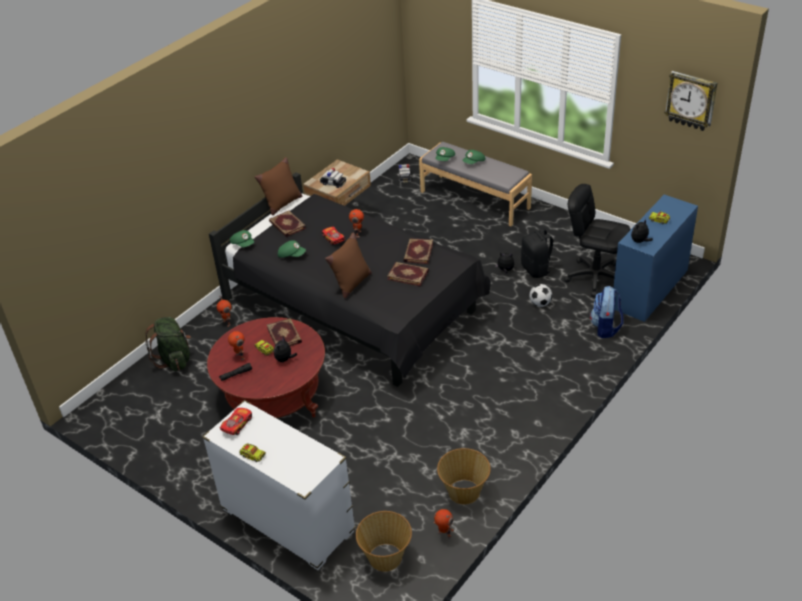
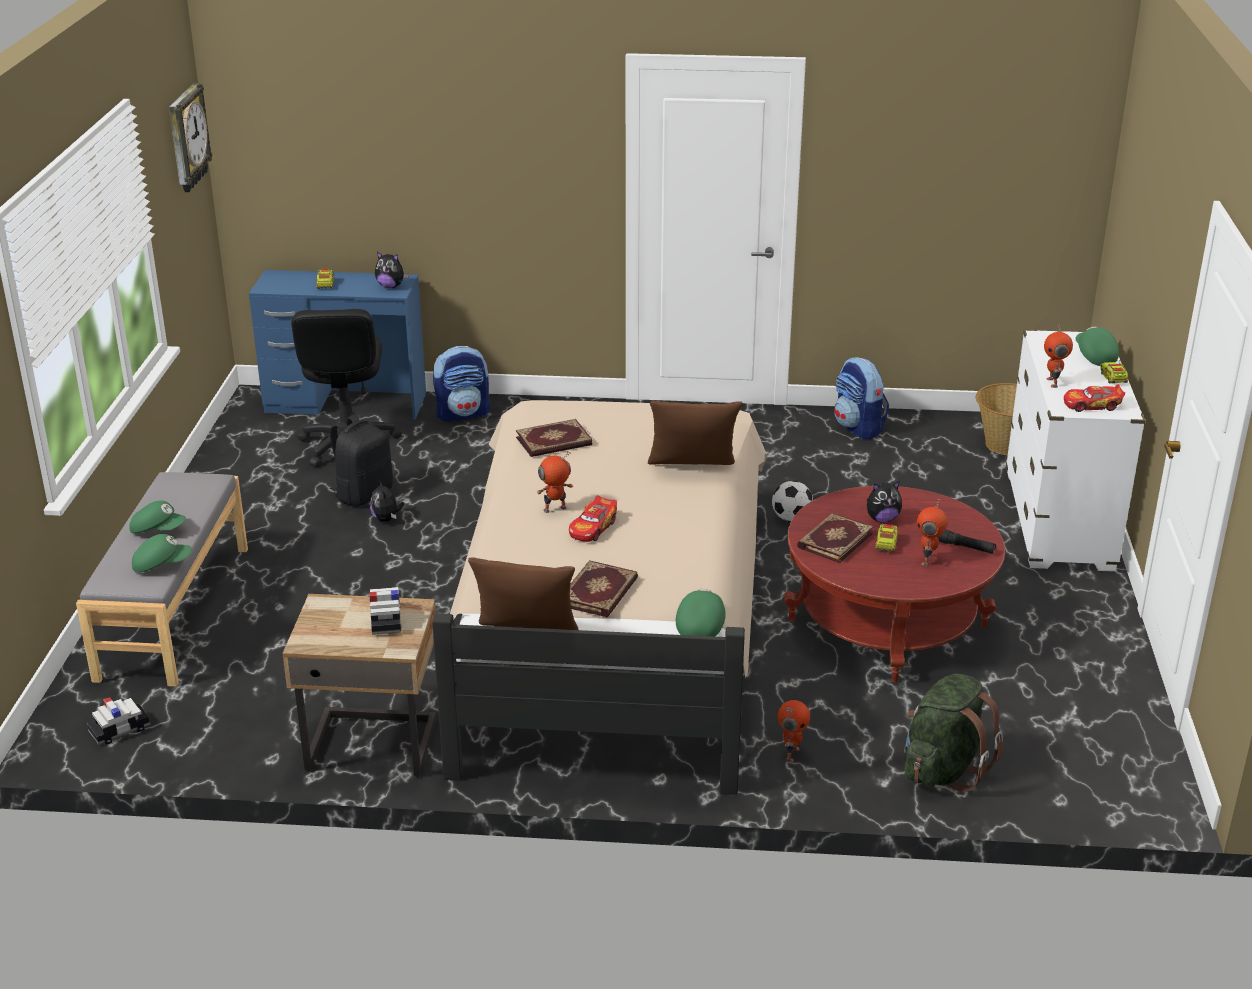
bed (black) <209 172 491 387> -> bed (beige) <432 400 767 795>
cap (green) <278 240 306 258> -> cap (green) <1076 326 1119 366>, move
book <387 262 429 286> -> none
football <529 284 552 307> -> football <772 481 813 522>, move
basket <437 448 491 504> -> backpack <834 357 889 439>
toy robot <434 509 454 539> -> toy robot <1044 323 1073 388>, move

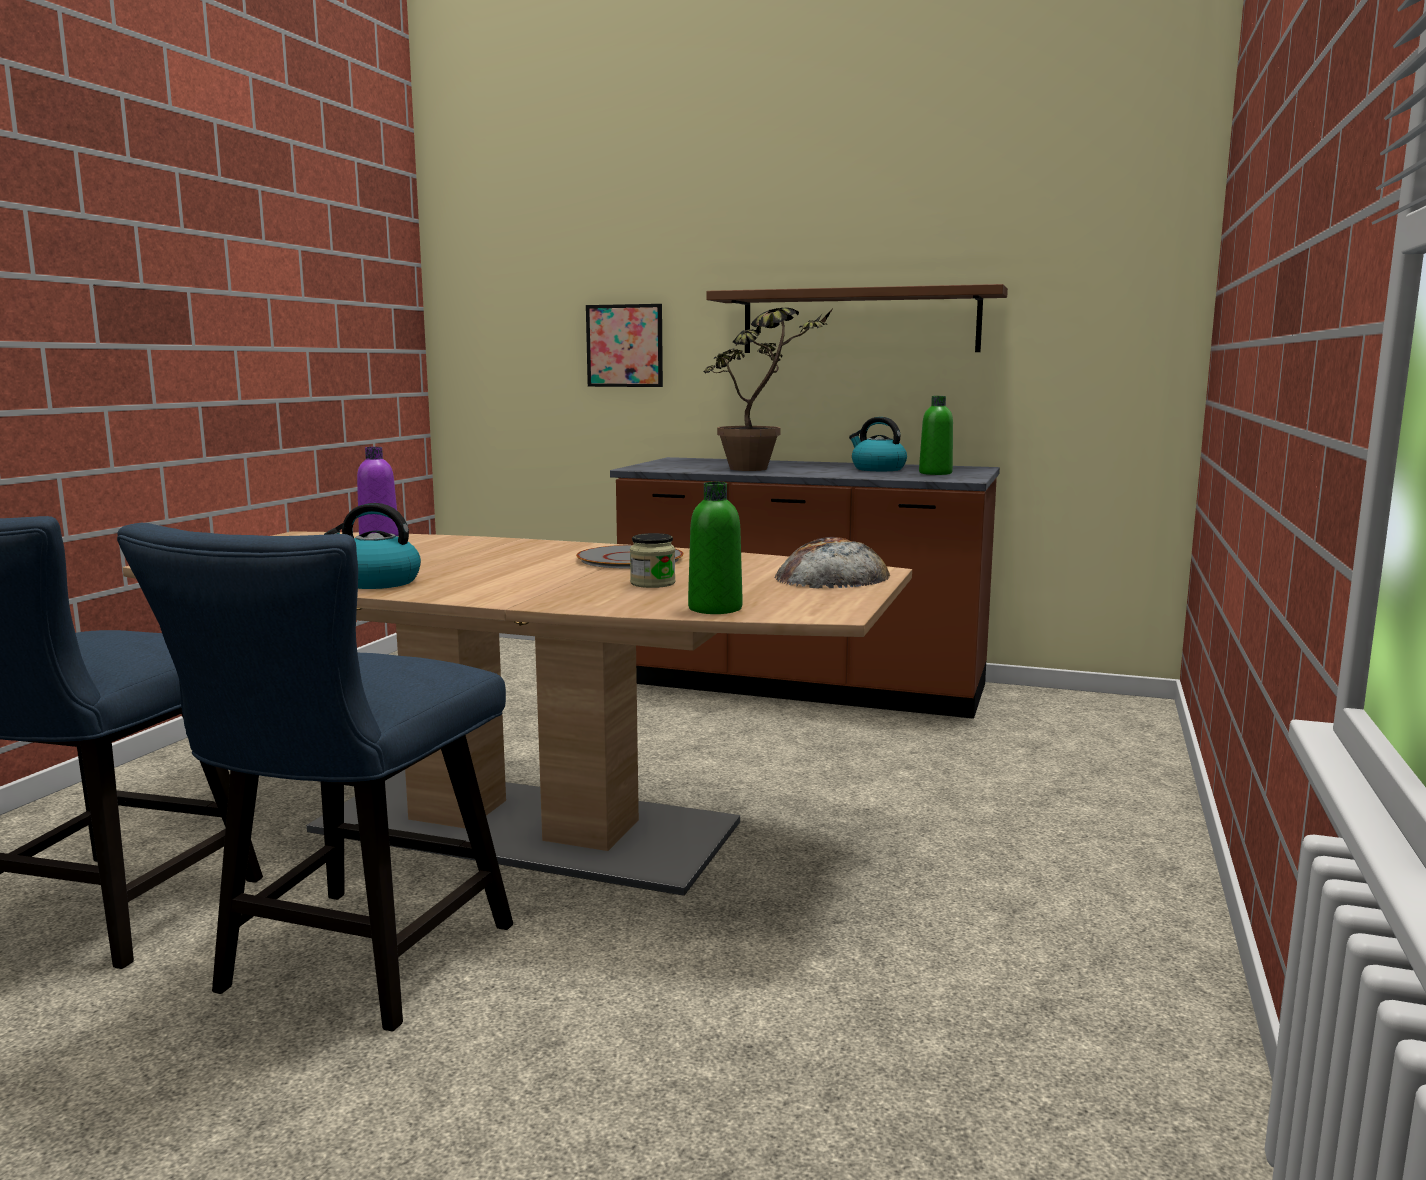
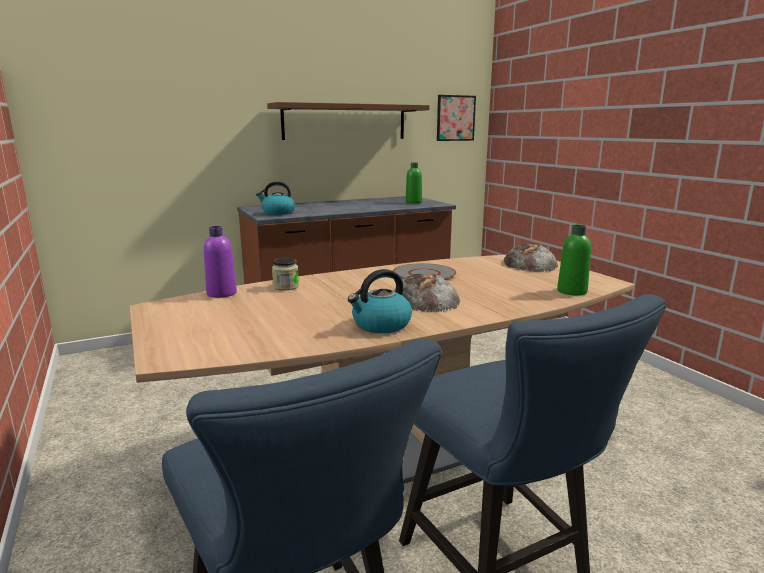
picture <586 304 663 387> -> picture <437 95 476 141>, move
potted plant <704 308 832 471> -> none
kettle <849 417 907 471> -> kettle <256 181 295 215>, move
jar <630 533 675 588> -> jar <272 258 299 290>, move
none -> bread <394 274 460 312>

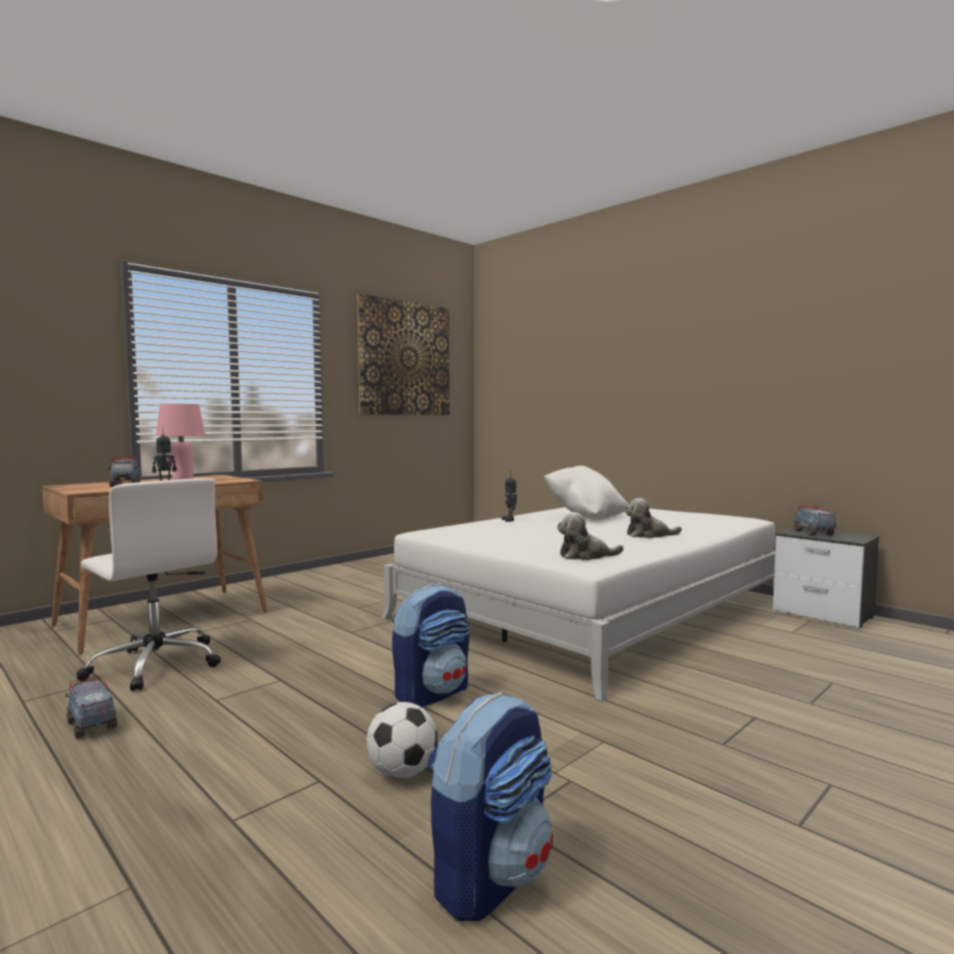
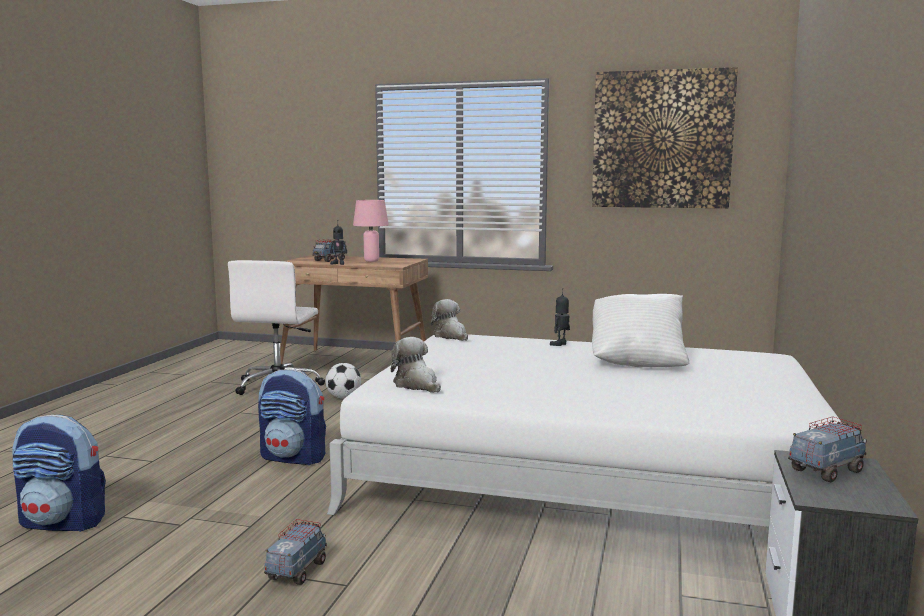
plush toy <625 498 682 538> -> plush toy <431 299 468 341>, move
toy truck <65 675 117 738> -> toy truck <264 519 327 585>, move
football <366 702 438 779> -> football <325 363 361 399>, move

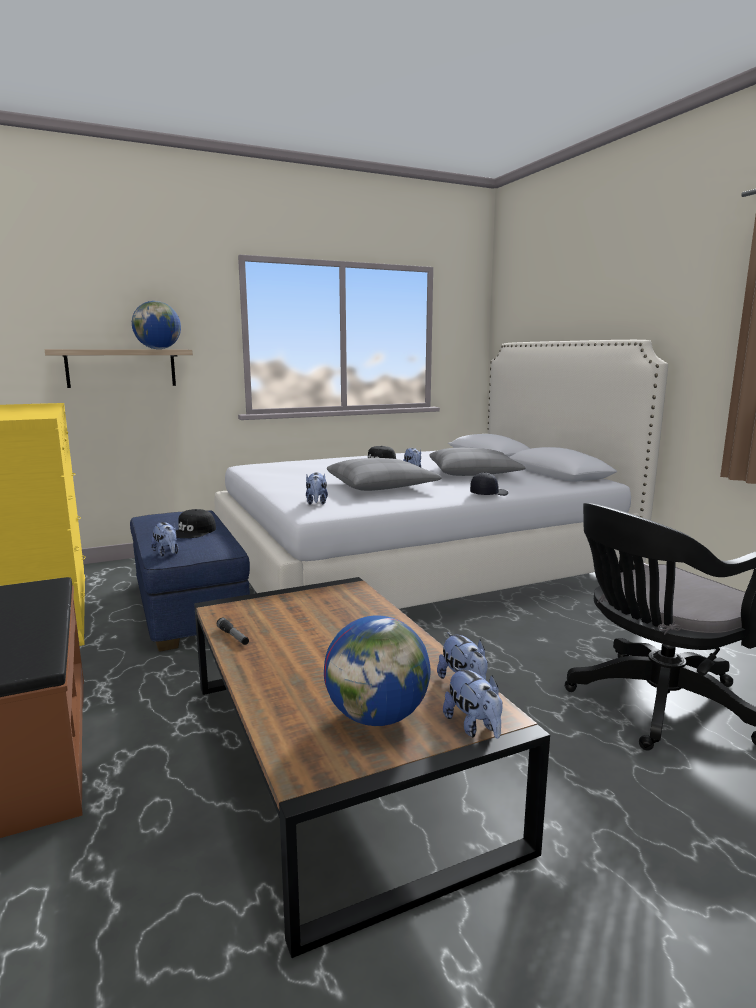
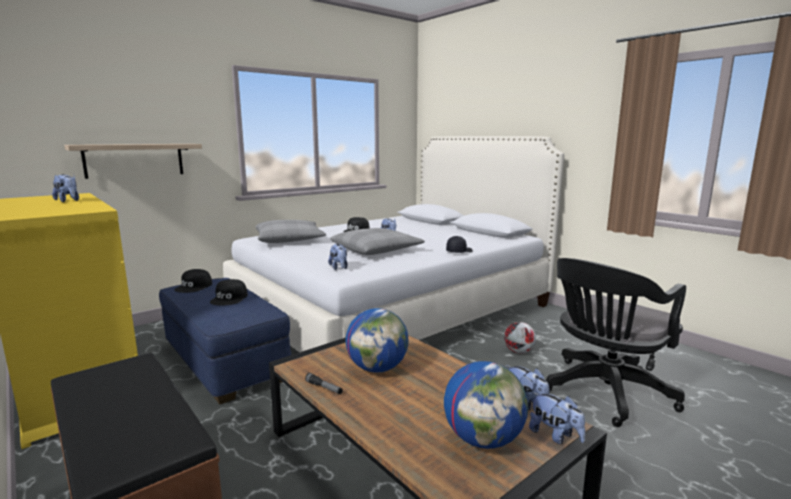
globe <132 301 181 349> -> globe <346 308 408 373>, move
pillow (grey) <429 448 525 476> -> pillow (grey) <255 220 326 243>, move
plush toy <151 522 178 557> -> plush toy <52 173 79 202>, move
none -> cap (black) <174 269 212 293>
none -> football <504 322 536 353>

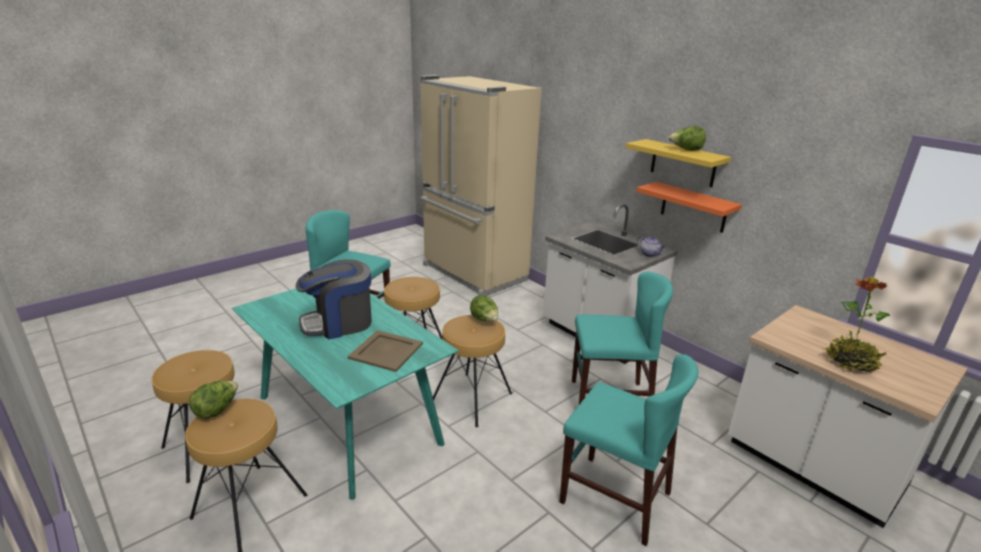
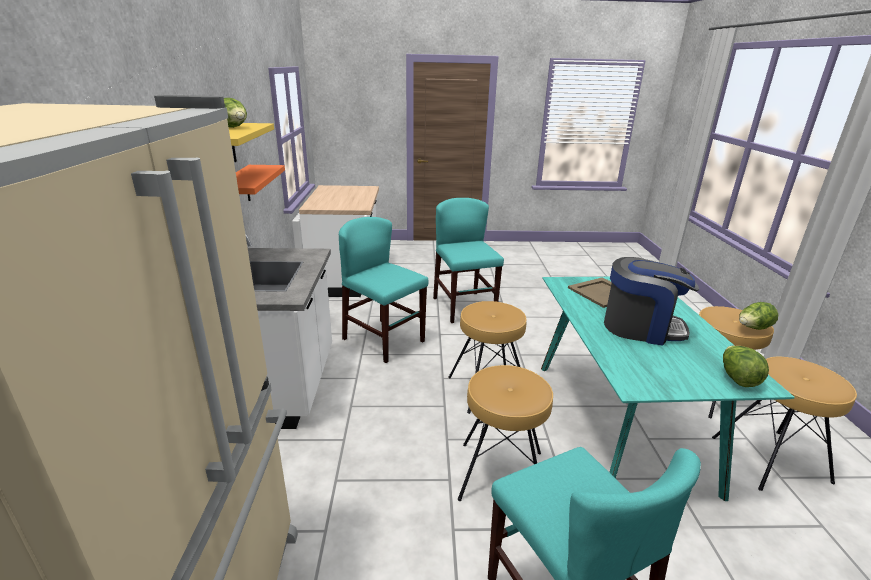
teapot <637 236 666 257> -> none
potted plant <825 277 890 372> -> none
lettuce <470 295 498 322> -> lettuce <723 346 769 387>, move

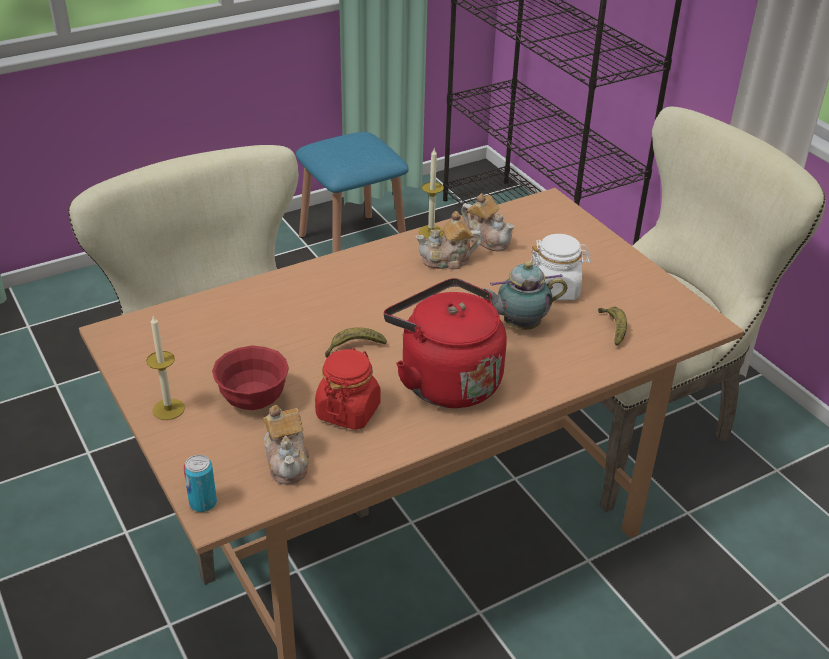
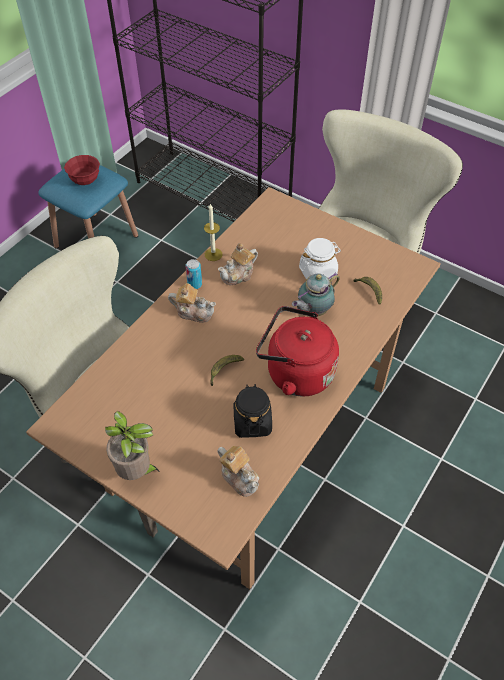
teapot <461 193 515 251> -> teapot <168 283 216 323>, move
candle <146 315 185 420> -> potted plant <105 411 160 480>
bowl (red) <212 345 289 410> -> bowl (red) <64 155 100 185>, move
jar (red) <315 348 381 430> -> jar (black) <233 384 272 438>
can <184 455 217 512> -> can <186 259 202 289>, move

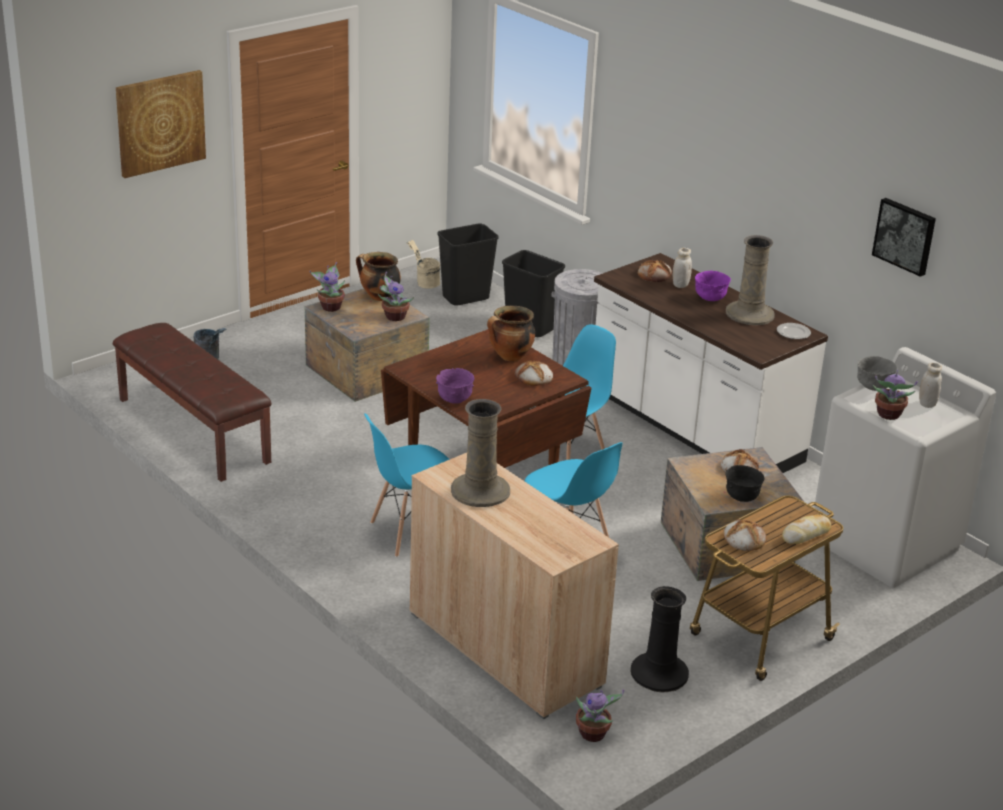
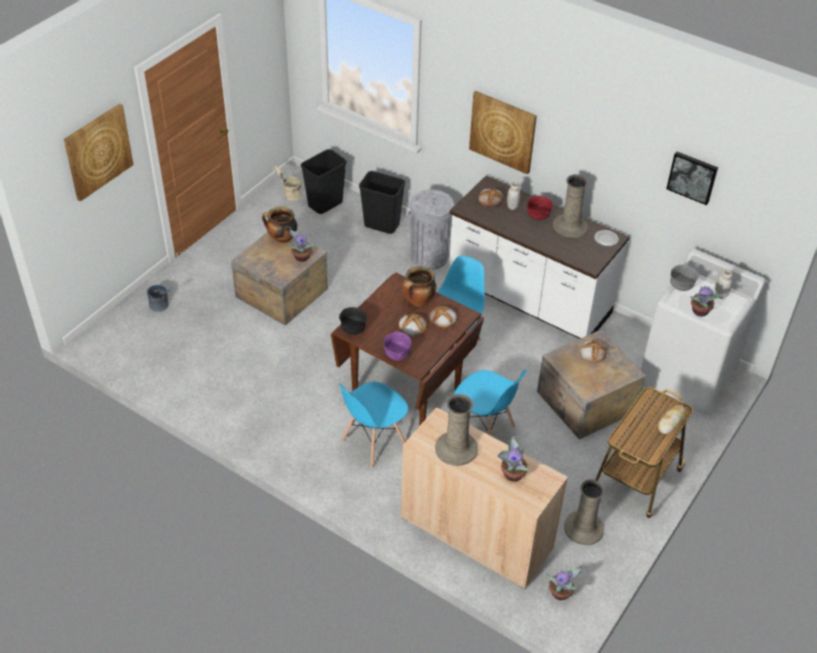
potted plant <310 262 345 312> -> potted plant <497 434 531 482>, move
bowl (purple) <695 271 731 301> -> bowl (red) <527 196 553 220>
bench (brown) <113 323 271 482> -> none
bowl (black) <725 465 765 502> -> bowl (black) <339 307 367 335>, move
bread <723 519 767 551> -> bread <399 313 427 336>, move
vase (black) <630 586 689 692> -> vase (beige) <564 480 605 545>
none -> picture <469 91 537 175>

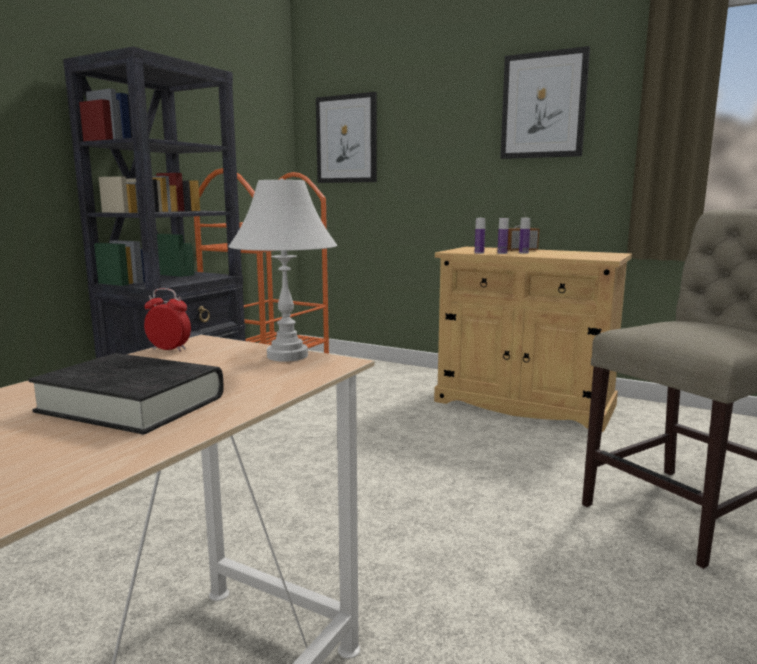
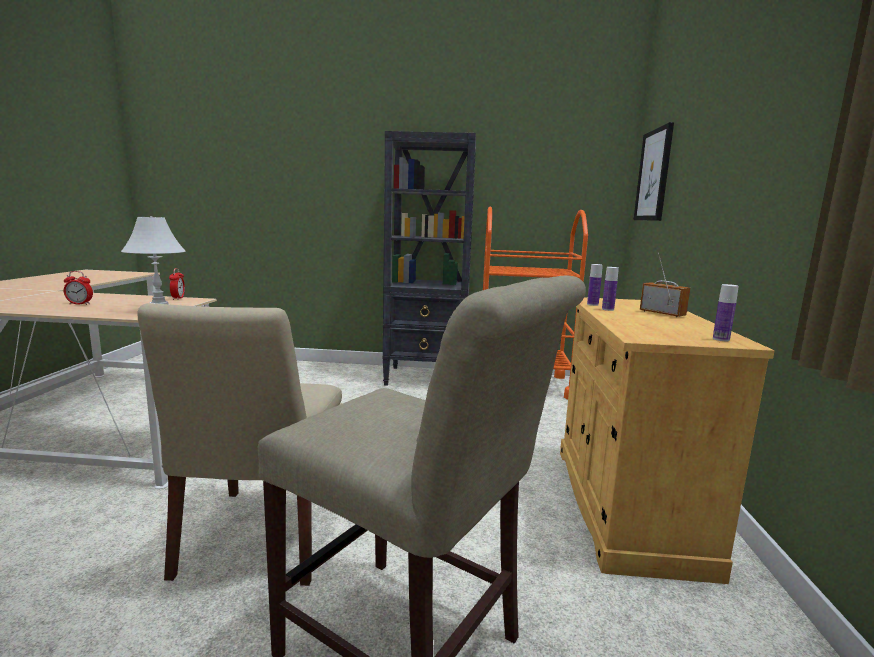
picture <500 46 590 159> -> none
bottle <519 218 530 254> -> bottle <713 284 739 341>, move
book (black) <28 353 224 435> -> alarm clock <64 271 93 305>
none -> chair (beige) <137 303 342 586>

